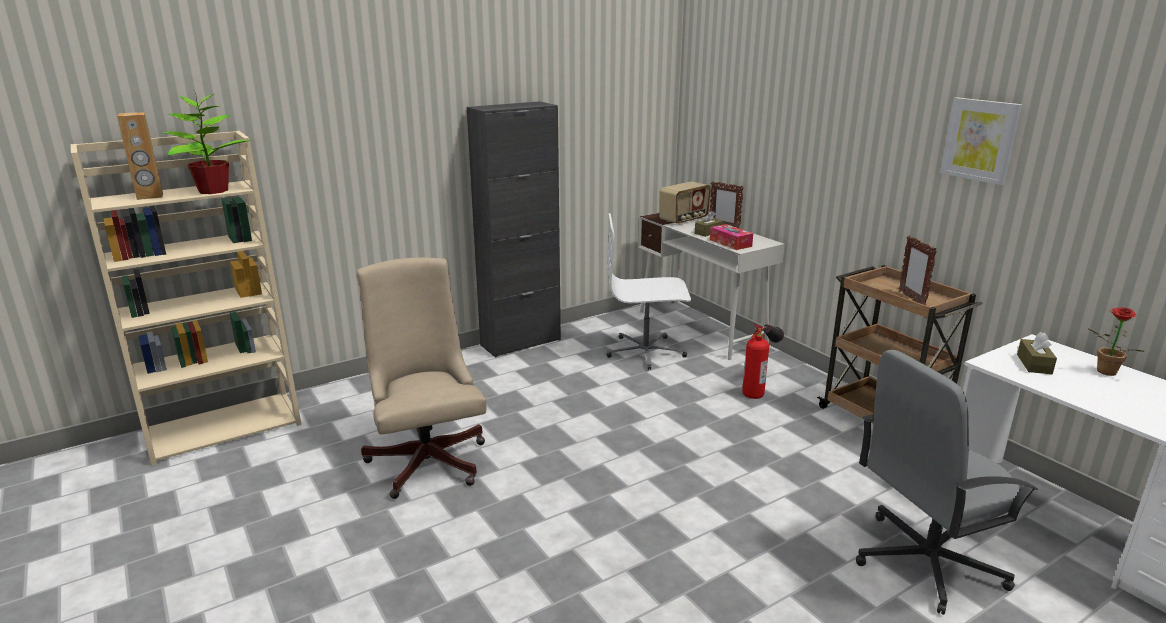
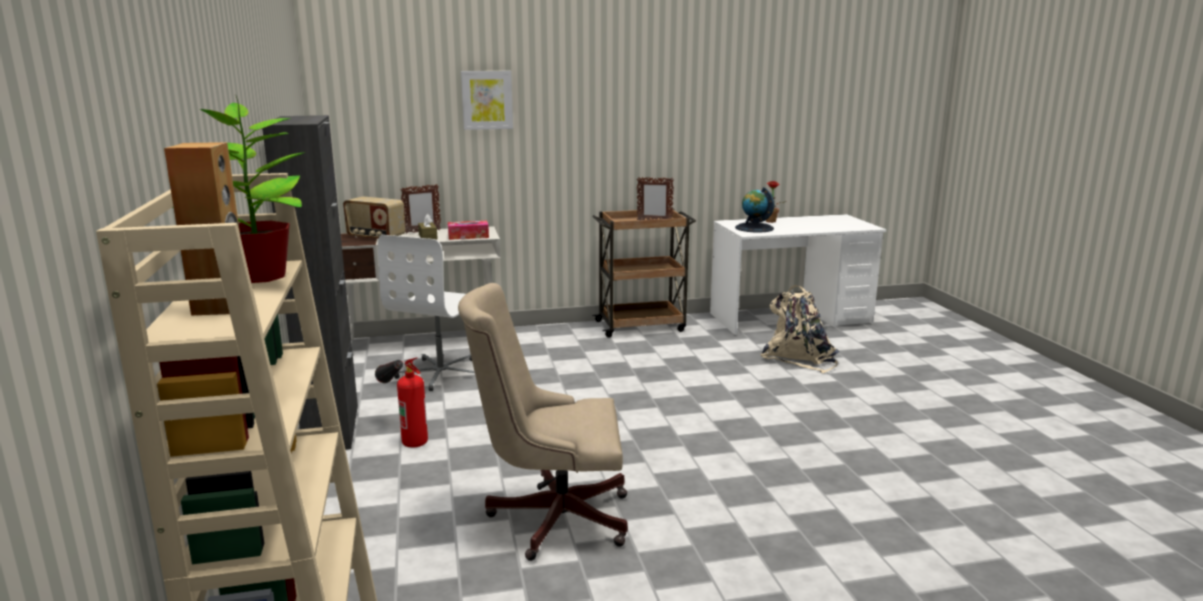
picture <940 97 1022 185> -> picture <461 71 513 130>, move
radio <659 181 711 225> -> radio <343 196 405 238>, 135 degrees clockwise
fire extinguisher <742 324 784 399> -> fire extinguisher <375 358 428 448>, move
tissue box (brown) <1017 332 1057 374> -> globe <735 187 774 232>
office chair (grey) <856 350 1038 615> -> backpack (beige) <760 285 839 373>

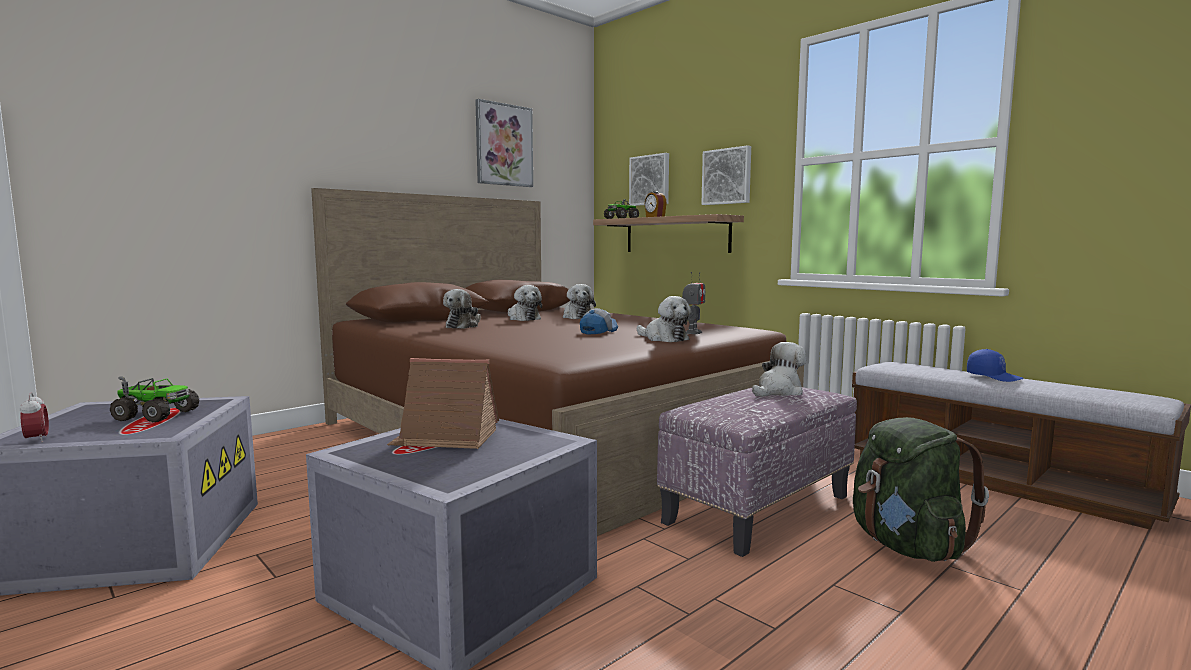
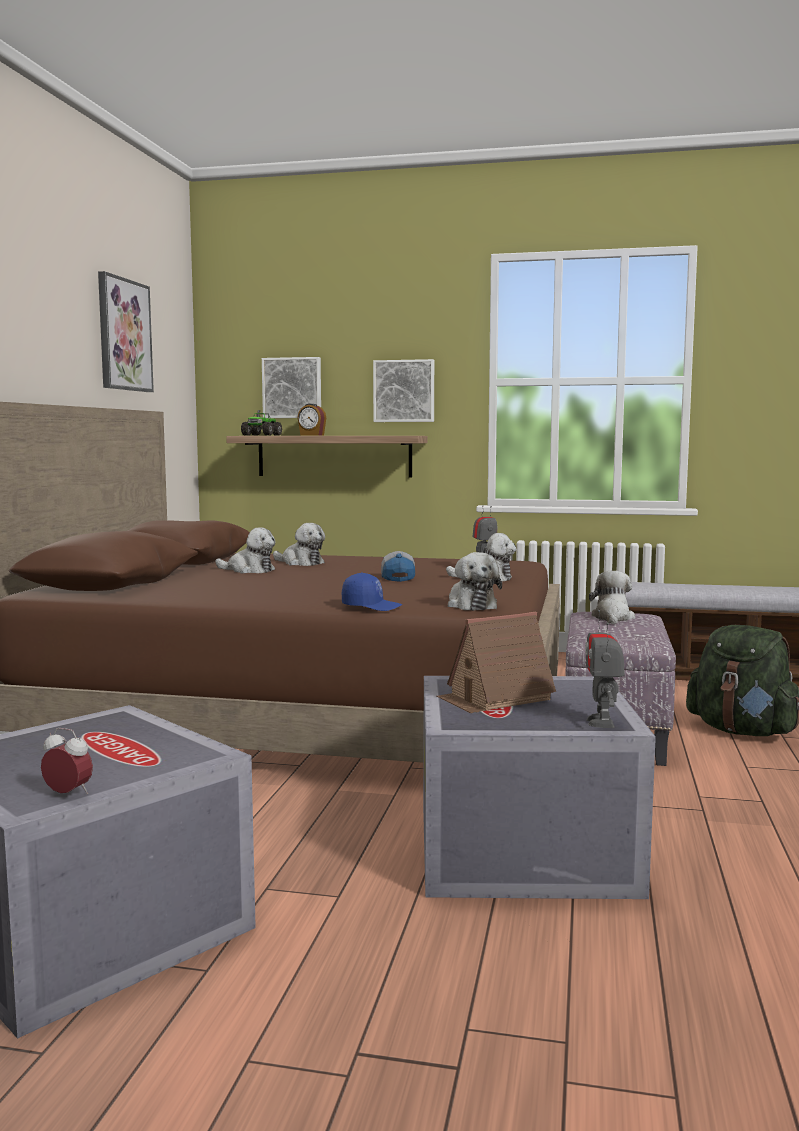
plush toy <443 289 481 329> -> plush toy <448 552 502 611>, move
cap (blue) <967 349 1024 382> -> cap (blue) <342 573 402 611>, move
toy truck <110 376 200 423> -> none
none -> toy robot <585 610 625 728>

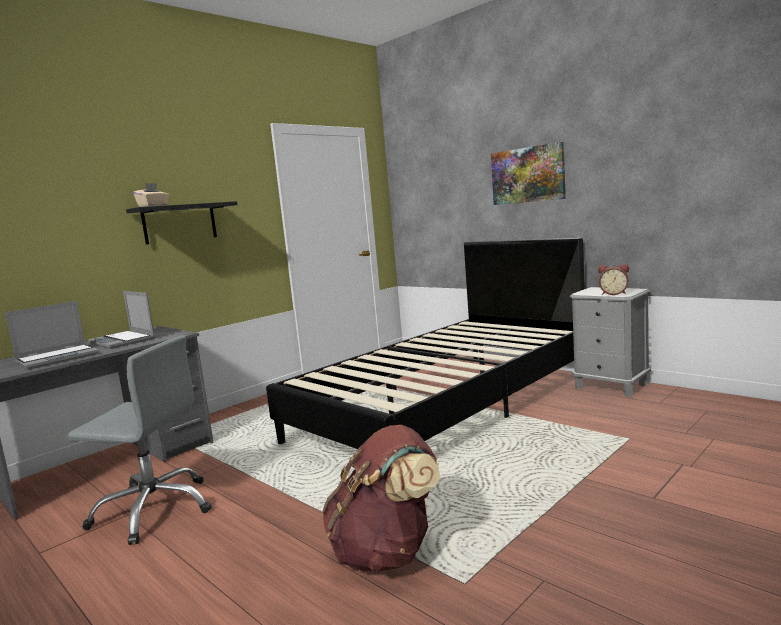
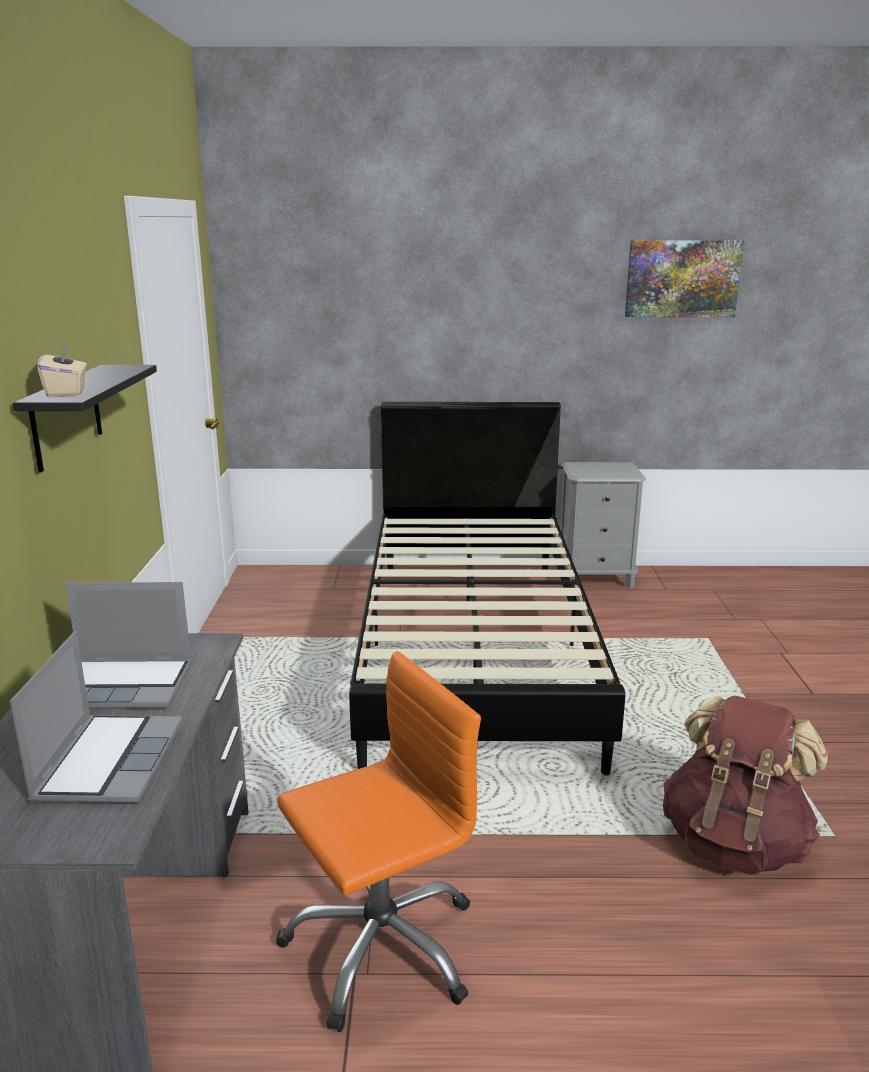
picture <491 142 566 205> -> picture <625 240 744 317>, move
alarm clock <598 264 629 295> -> none
office chair (grey) <68 335 212 545> -> office chair (orange) <276 651 481 1032>

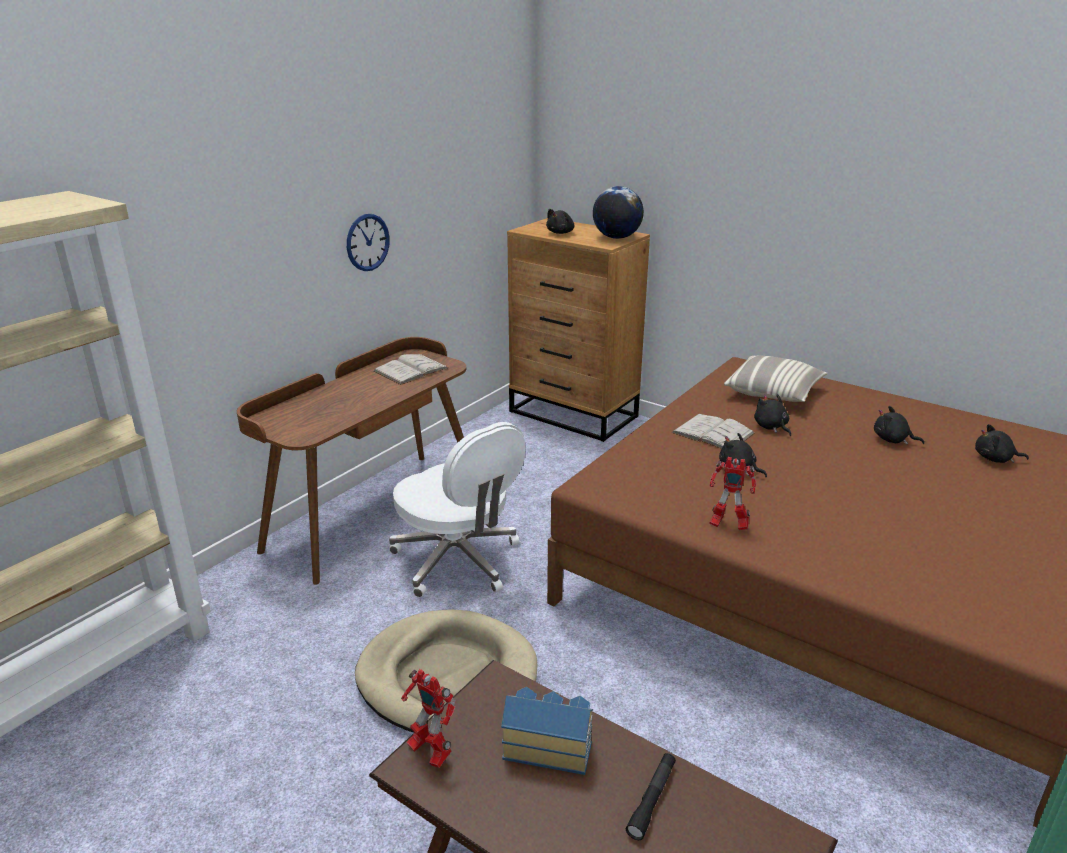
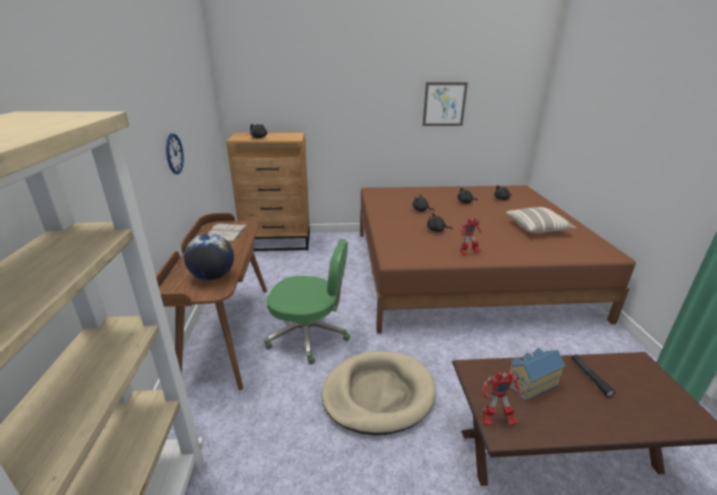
globe <593 186 644 239> -> globe <184 234 234 280>, move
pillow <724 356 828 402> -> pillow <506 207 576 234>, move
book (white) <672 414 755 449> -> none
office chair (white) <389 422 525 598> -> office chair (green) <264 239 351 364>
none -> picture <422 82 468 126>

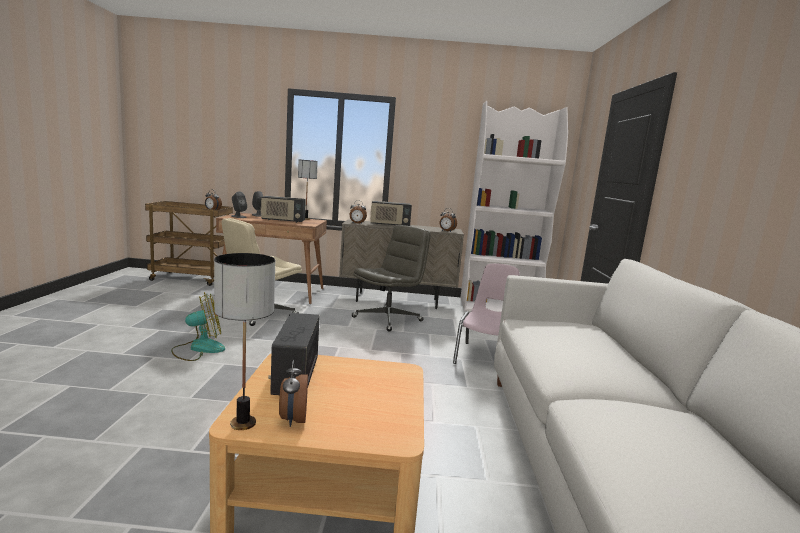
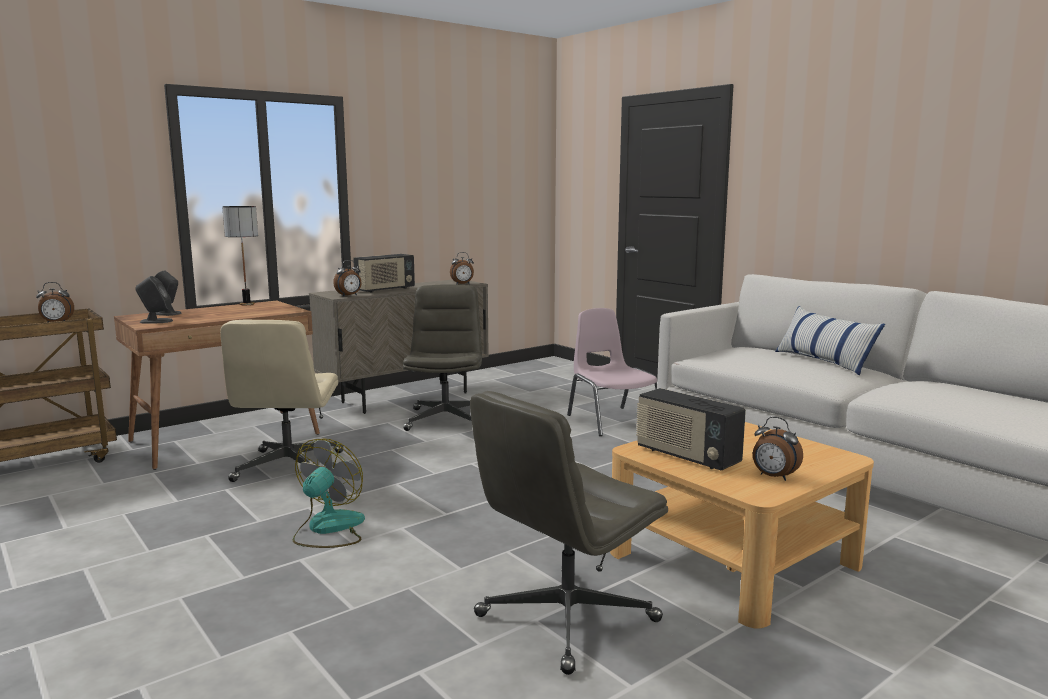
bookcase (white) <461 101 568 312> -> none
radio <261 196 306 223> -> none
table lamp <214 253 275 430> -> none
none -> pillow <775 306 885 375>
none -> office chair (grey) <470 391 668 675>

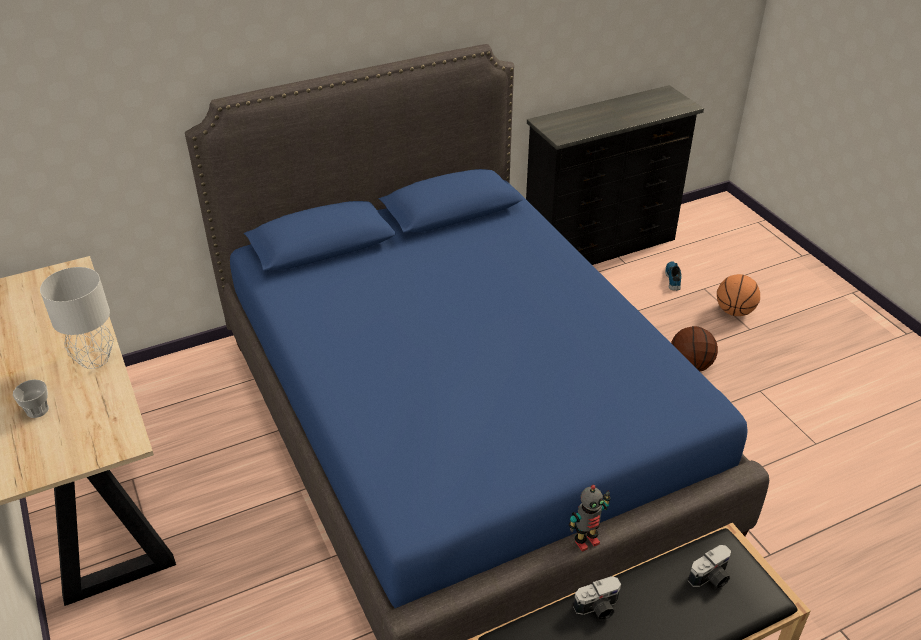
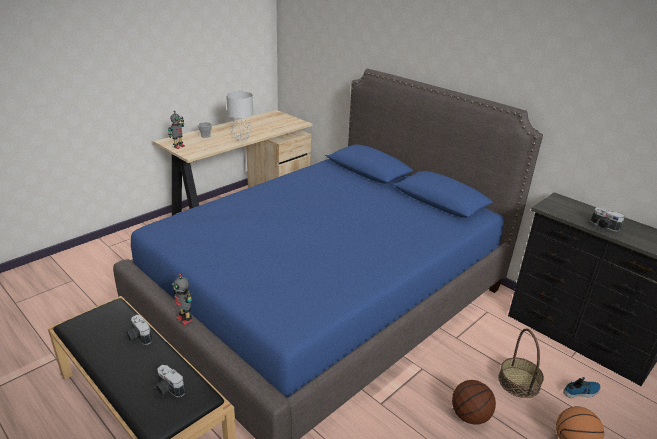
none -> toy robot <168 110 185 149>
none -> photo camera <591 208 625 232>
none -> basket <498 328 544 398>

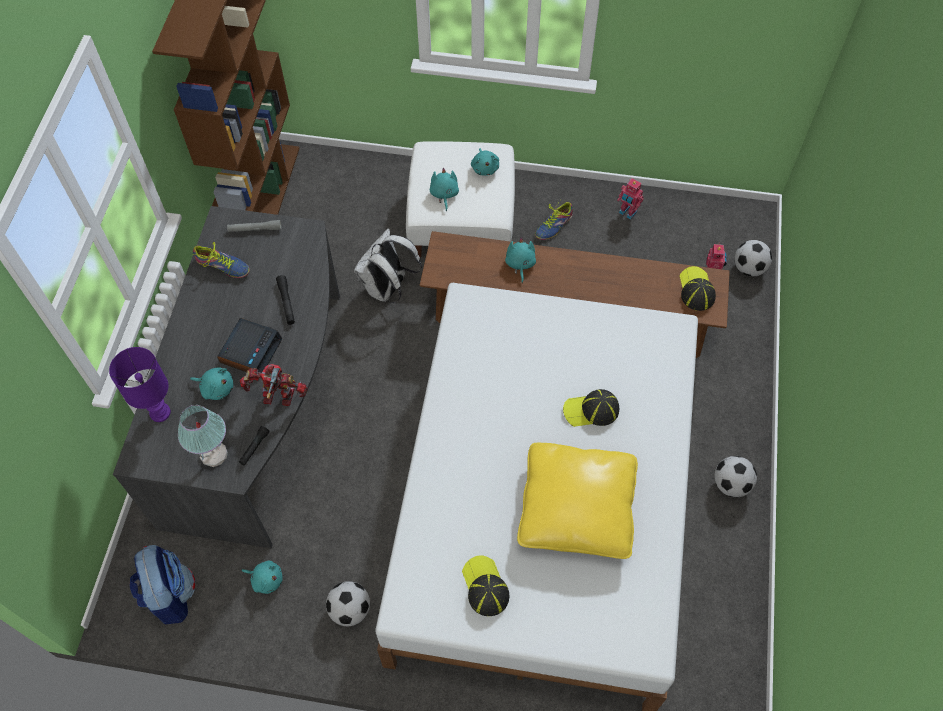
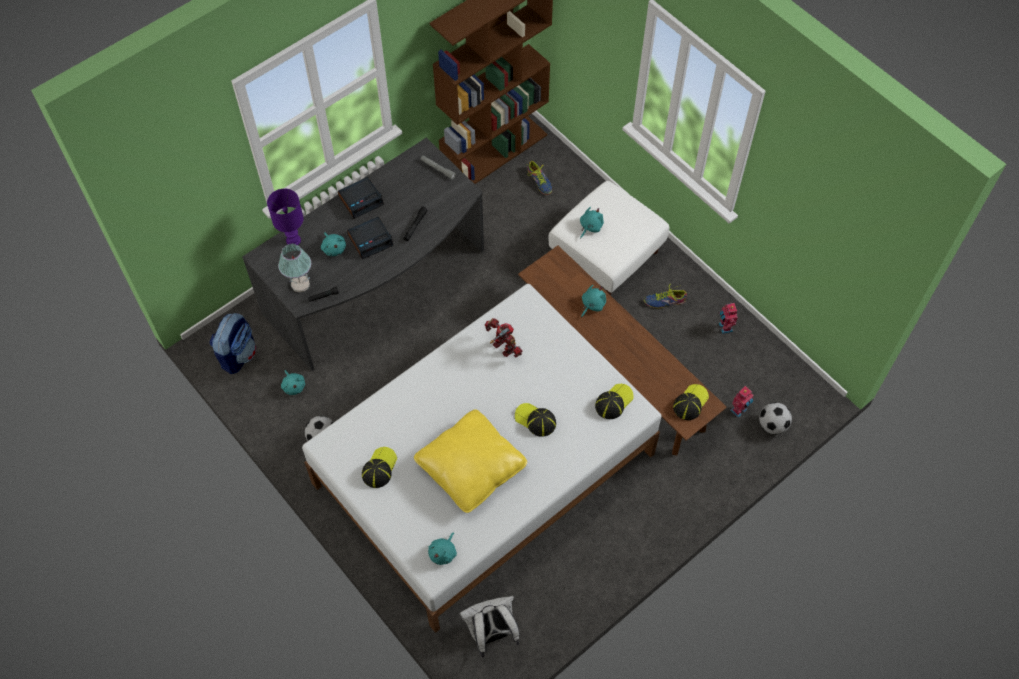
plush toy (turquoise) <471 148 499 176> -> plush toy (turquoise) <428 533 457 565>, move
backpack (white) <354 228 422 303> -> backpack (white) <459 596 520 657>, move
shoe <193 242 250 278> -> shoe <527 161 552 195>, move
toy robot <240 364 308 406> -> toy robot <485 318 522 357>, move
football <714 456 757 497> -> none
none -> alarm clock <338 177 384 219>
none -> cap <595 384 634 419>

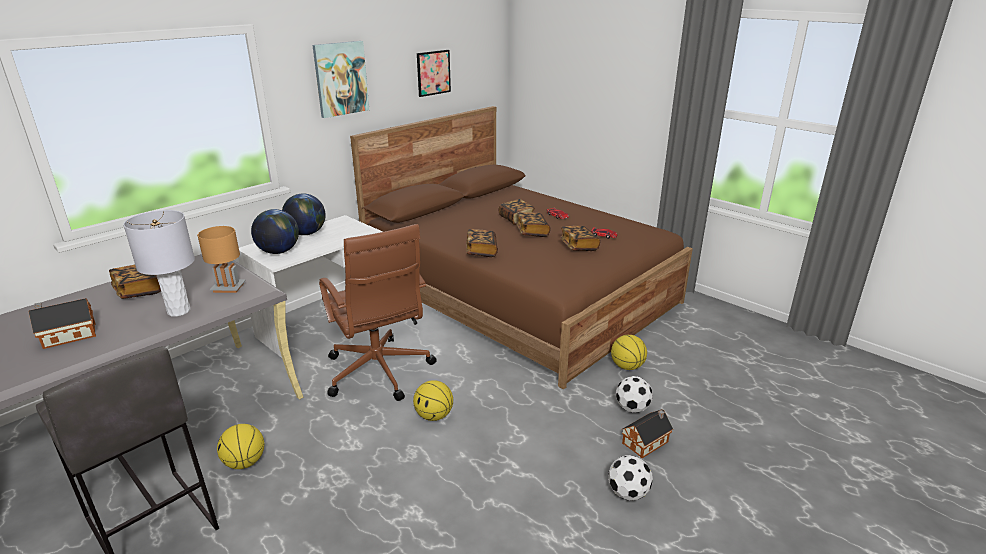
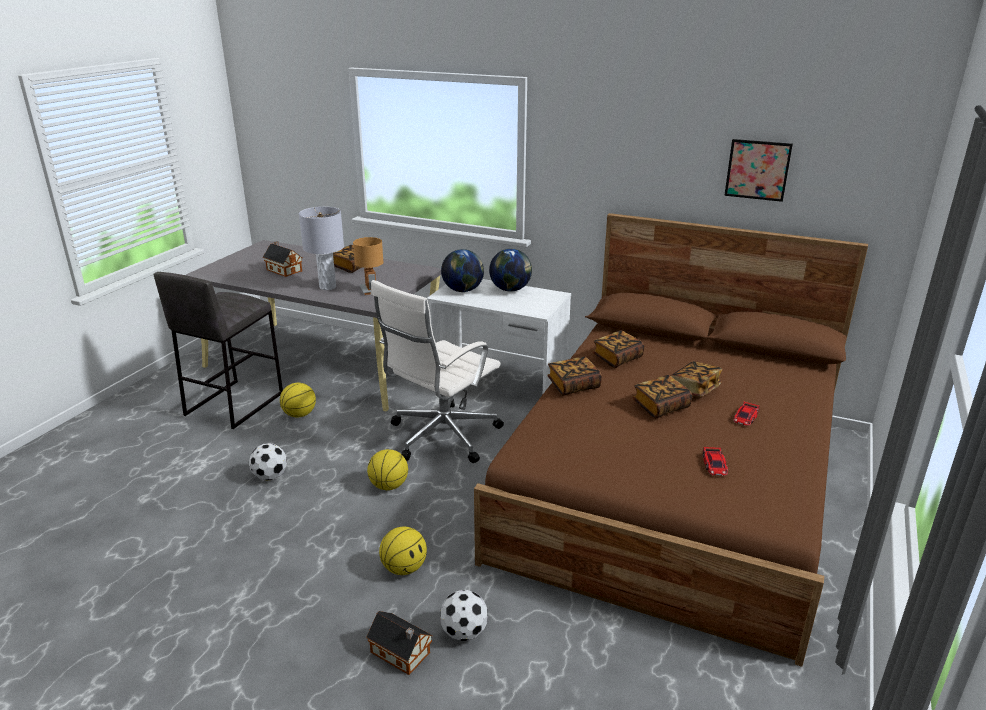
picture <313 41 369 118> -> none
office chair (brown) <319 224 437 401> -> office chair (white) <371 280 504 463>
book <560 226 600 251> -> book <592 330 644 368>, move
basketball <611 335 647 370> -> basketball <379 527 427 575>, move
football <608 455 653 501> -> football <249 443 287 480>, move

